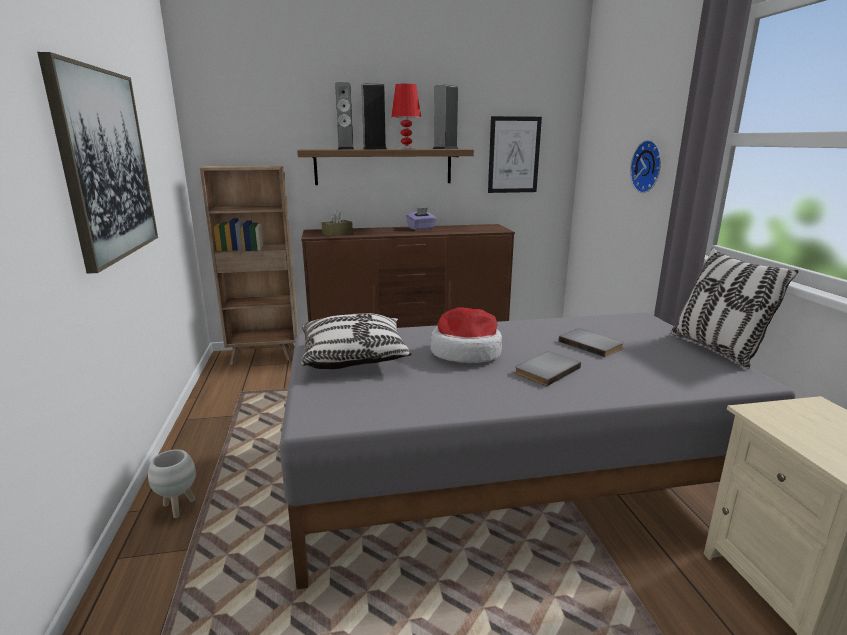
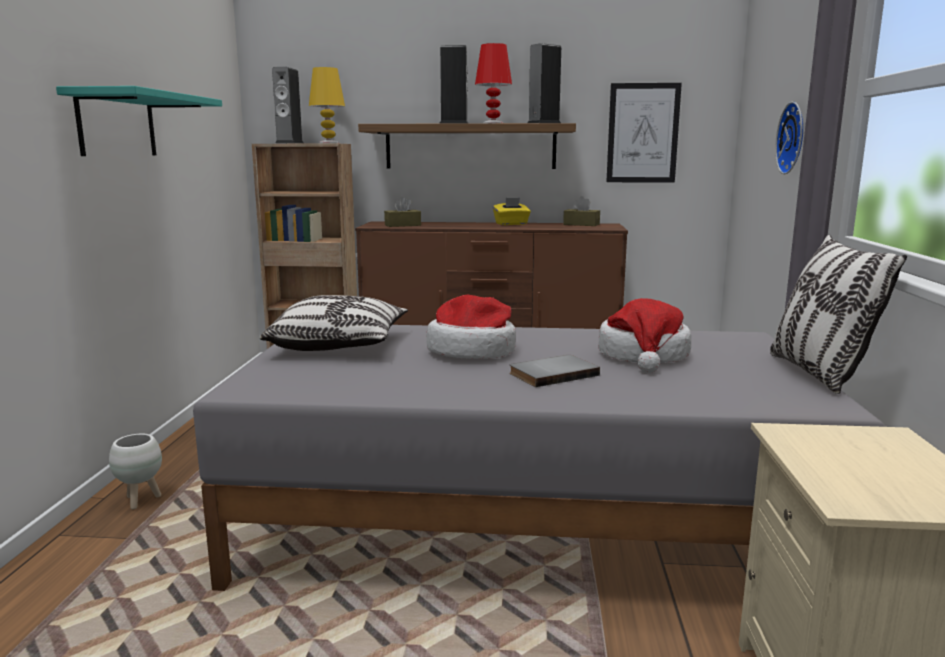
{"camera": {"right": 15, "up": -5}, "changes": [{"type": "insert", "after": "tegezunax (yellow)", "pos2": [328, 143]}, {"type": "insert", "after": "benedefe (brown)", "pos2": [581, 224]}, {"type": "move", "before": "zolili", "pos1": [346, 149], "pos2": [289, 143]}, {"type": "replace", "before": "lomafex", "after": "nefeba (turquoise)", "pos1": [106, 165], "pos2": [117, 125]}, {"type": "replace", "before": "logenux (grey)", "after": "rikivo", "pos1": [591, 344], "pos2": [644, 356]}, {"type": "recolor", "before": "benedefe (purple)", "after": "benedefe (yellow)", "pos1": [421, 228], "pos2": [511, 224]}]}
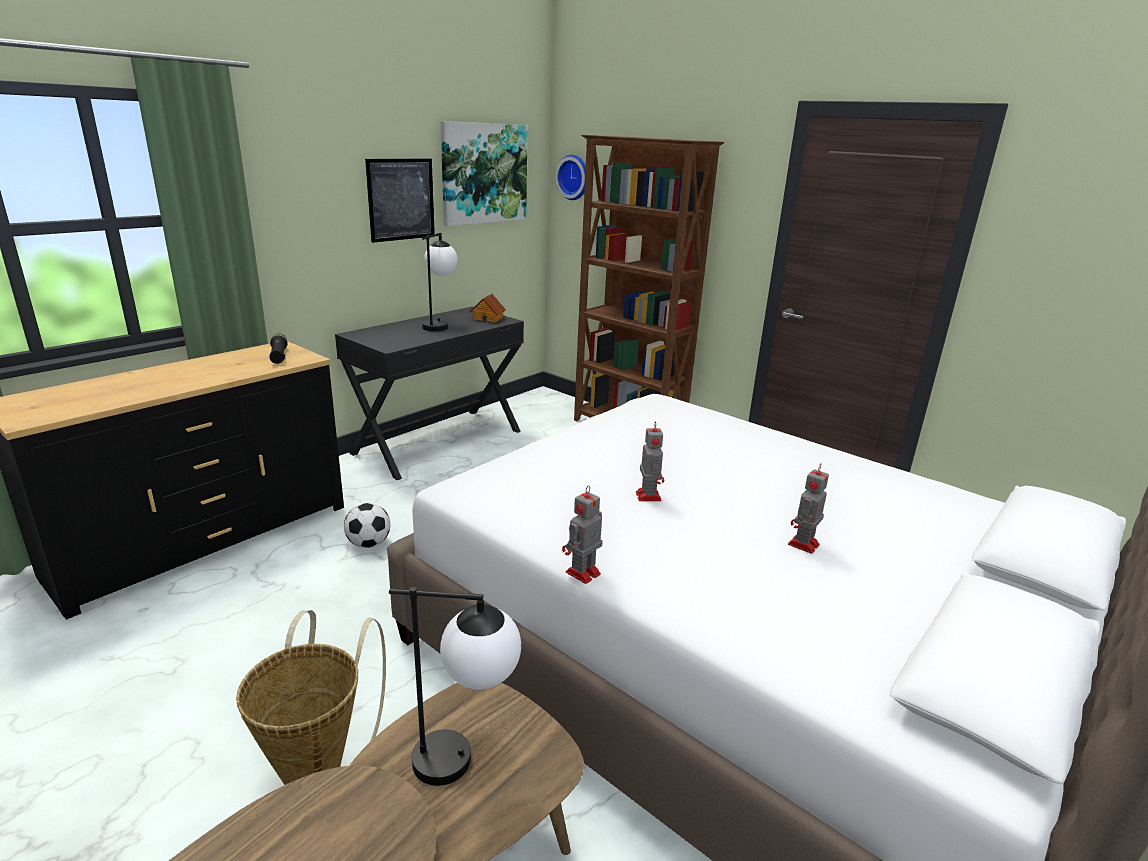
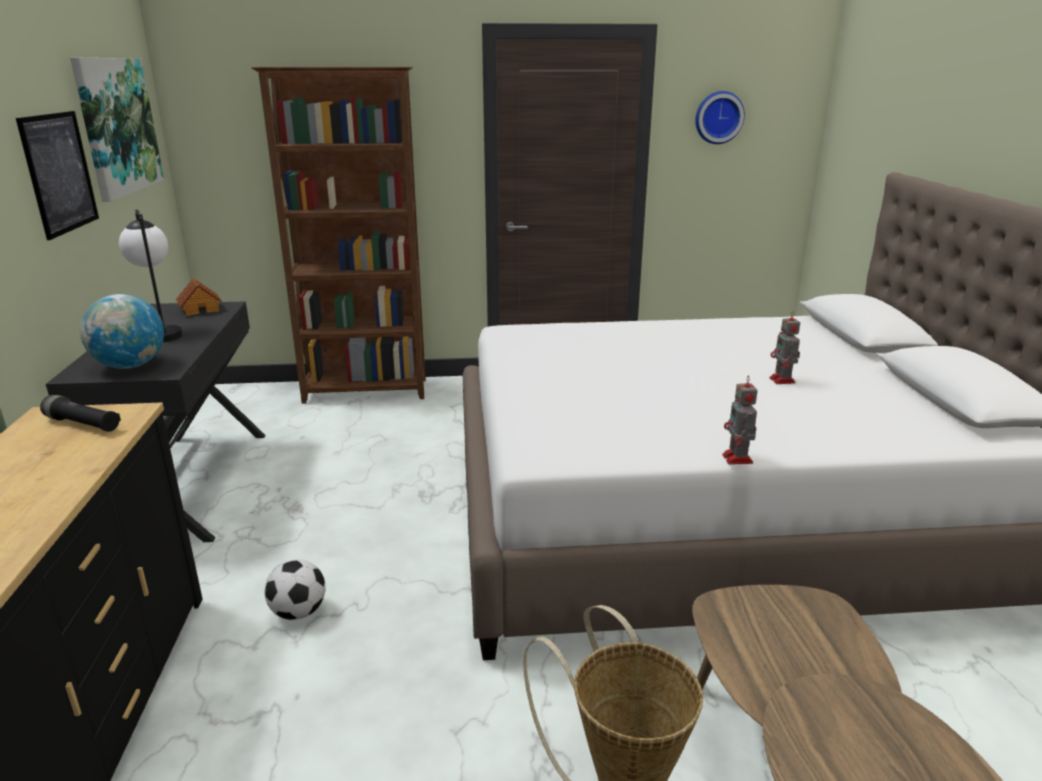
{"camera": {"right": -45, "up": 0}, "changes": [{"type": "delete", "before": "tegezunax", "pos1": [466, 762]}, {"type": "delete", "before": "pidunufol", "pos1": [648, 495]}, {"type": "insert", "after": "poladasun", "pos2": [130, 366]}, {"type": "move", "before": "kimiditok", "pos1": [574, 177], "pos2": [718, 117]}]}
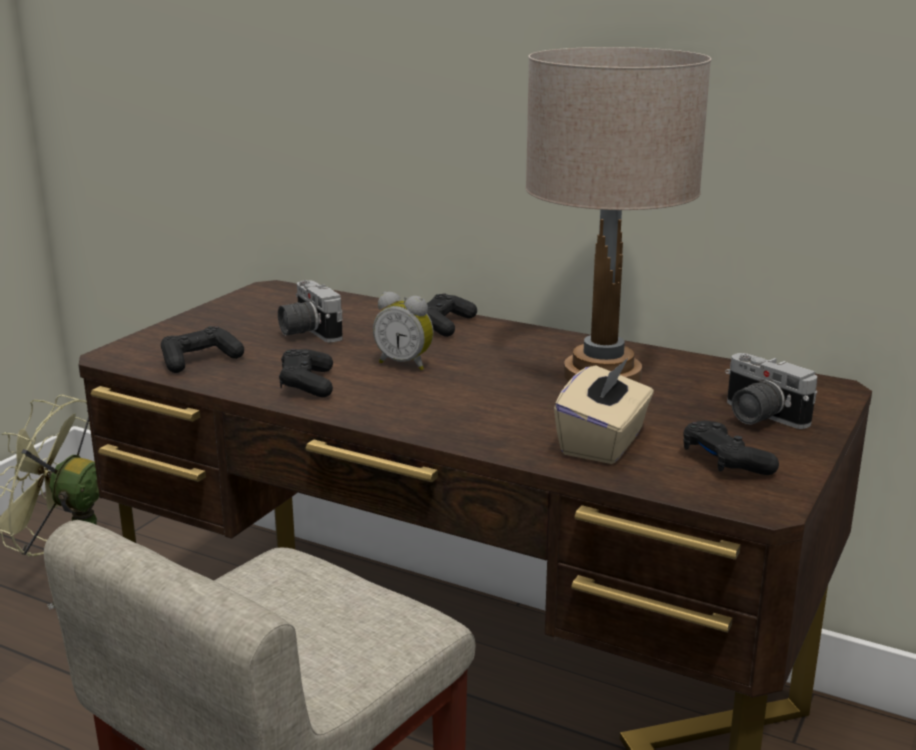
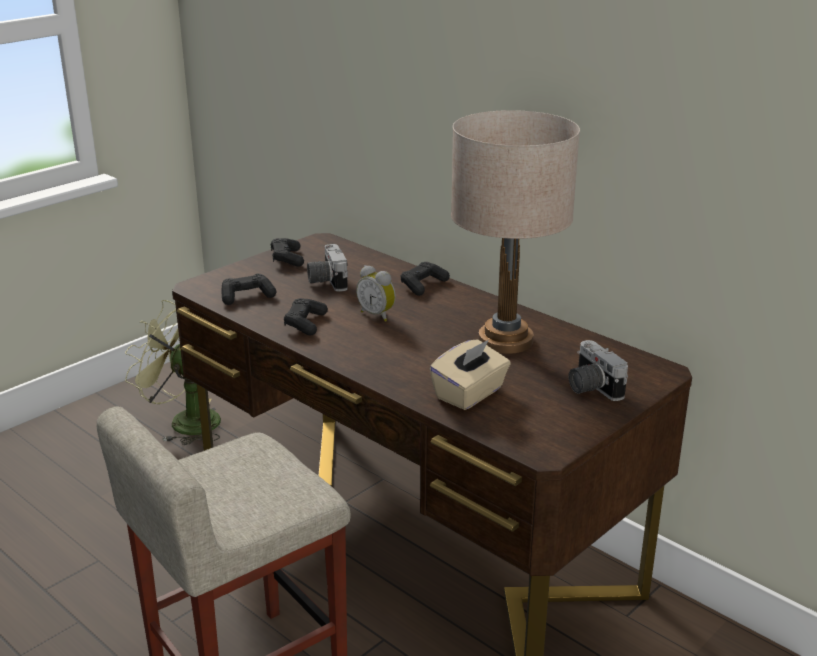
{"camera": {"right": 15, "up": 5}, "changes": [{"type": "move", "before": "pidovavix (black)", "pos1": [725, 461], "pos2": [287, 259]}]}
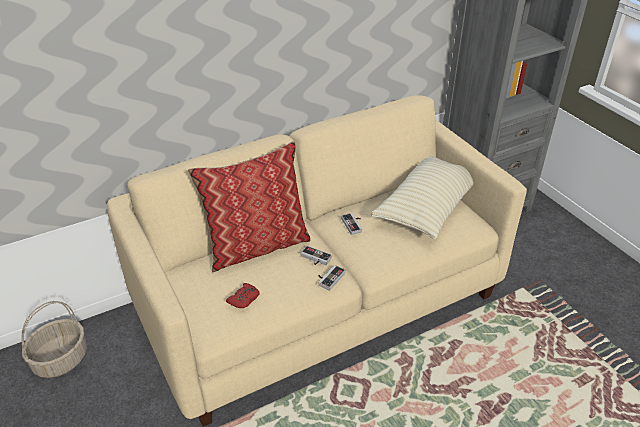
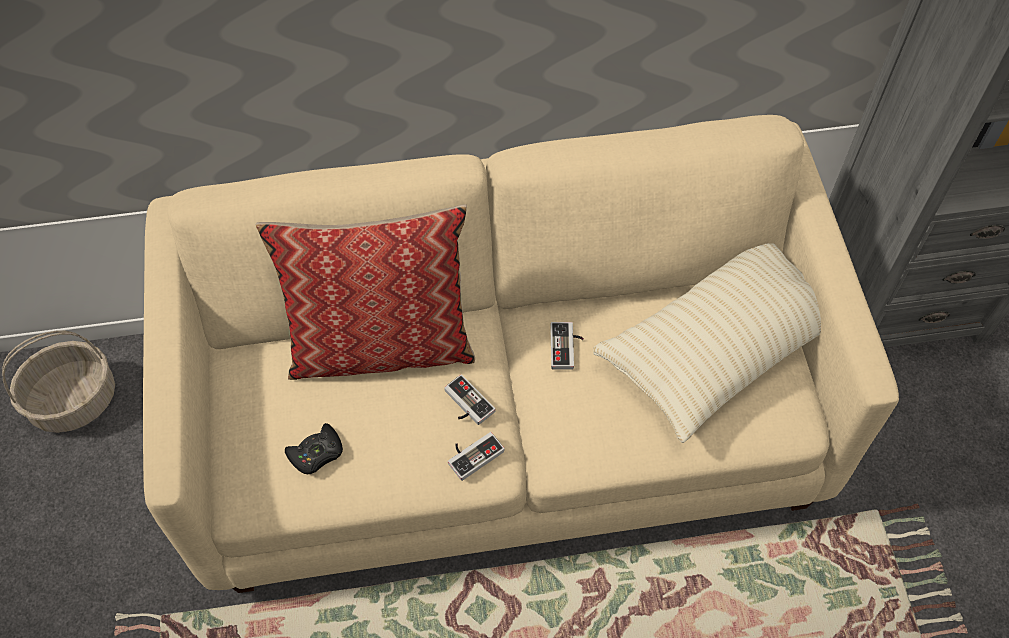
{"camera": {"right": 20, "up": 20}, "changes": [{"type": "recolor", "before": "pidovavix (red)", "after": "pidovavix (black)", "pos1": [244, 299], "pos2": [316, 453]}]}
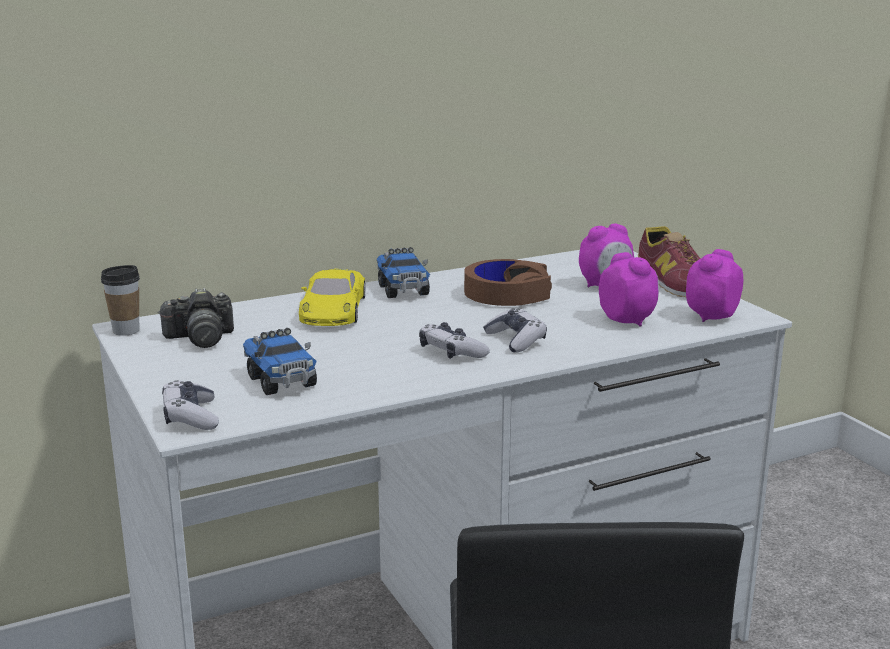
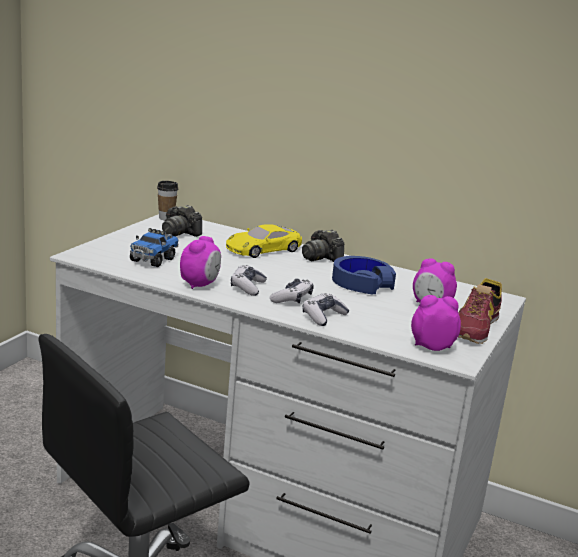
{"camera": {"right": 50, "up": 0}, "changes": [{"type": "move", "before": "pidovavix", "pos1": [191, 417], "pos2": [323, 316]}, {"type": "move", "before": "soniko", "pos1": [627, 320], "pos2": [200, 284]}, {"type": "replace", "before": "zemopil", "after": "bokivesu", "pos1": [403, 290], "pos2": [321, 258]}, {"type": "recolor", "before": "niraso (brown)", "after": "niraso (blue)", "pos1": [507, 295], "pos2": [361, 283]}]}
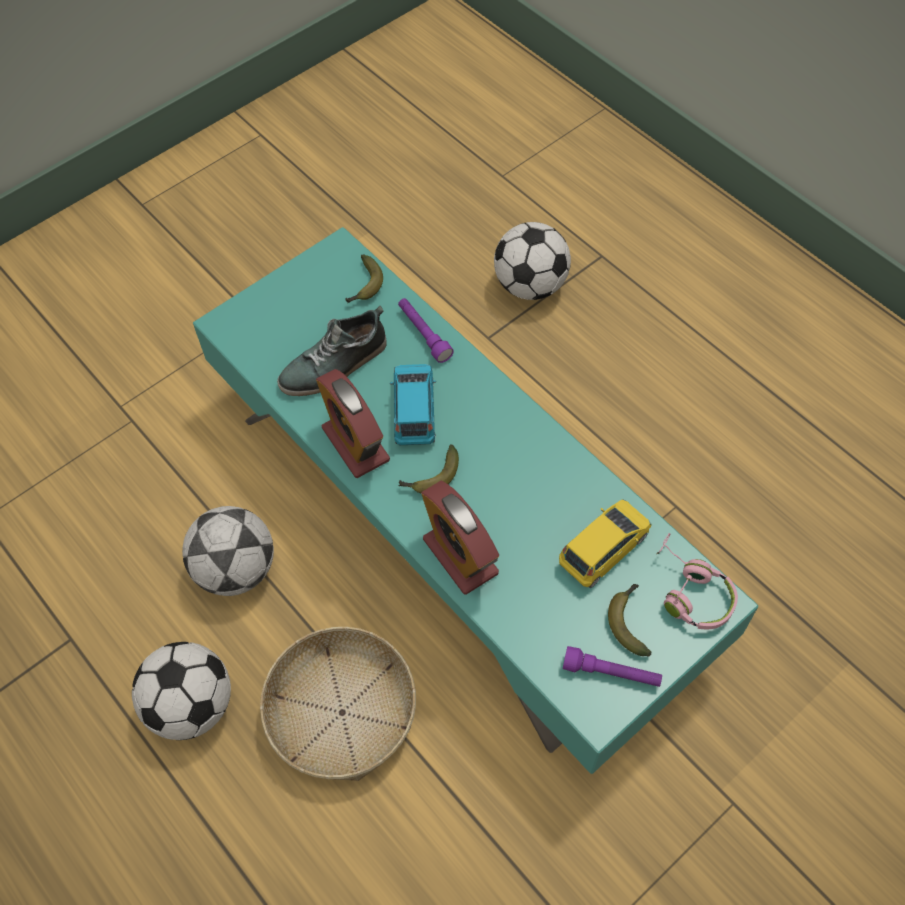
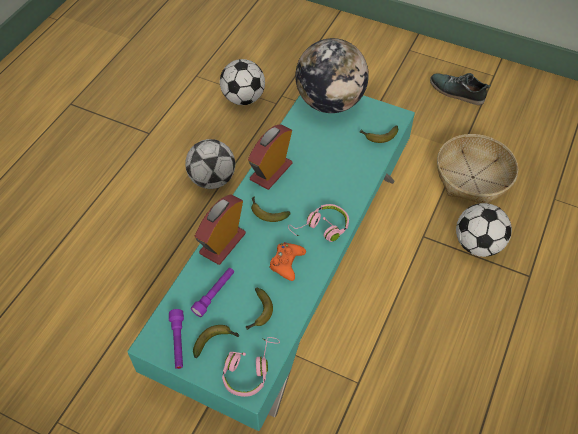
{"camera": {"right": 65, "up": -5}, "changes": [{"type": "delete", "before": "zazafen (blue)", "pos1": [414, 411]}, {"type": "insert", "after": "pidovavix (orange)", "pos2": [286, 263]}, {"type": "insert", "after": "niraso (pink)", "pos2": [321, 228]}, {"type": "insert", "after": "poladasun", "pos2": [330, 102]}, {"type": "move", "before": "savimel", "pos1": [192, 705], "pos2": [243, 98]}, {"type": "move", "before": "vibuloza", "pos1": [342, 712], "pos2": [473, 177]}, {"type": "move", "before": "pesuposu", "pos1": [335, 365], "pos2": [456, 92]}, {"type": "move", "before": "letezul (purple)", "pos1": [424, 334], "pos2": [214, 294]}, {"type": "replace", "before": "zazafen (yellow)", "after": "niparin", "pos1": [603, 549], "pos2": [258, 313]}]}
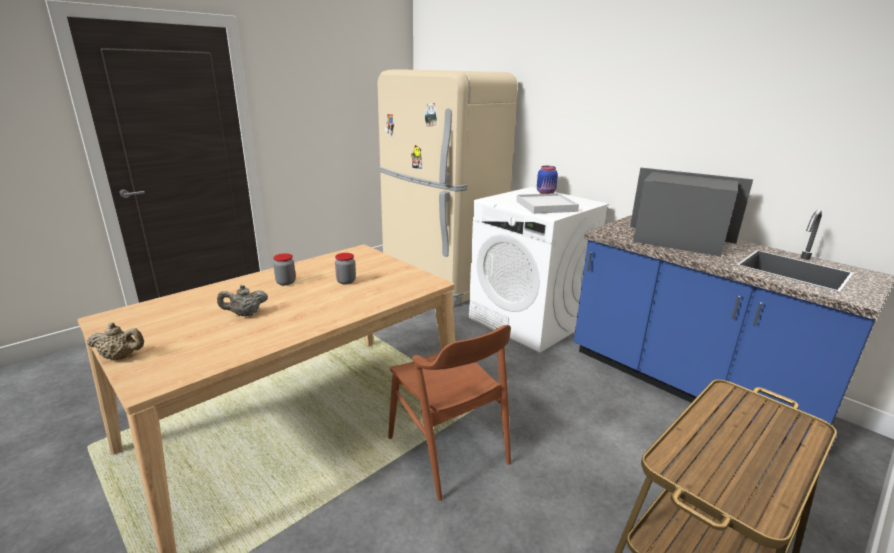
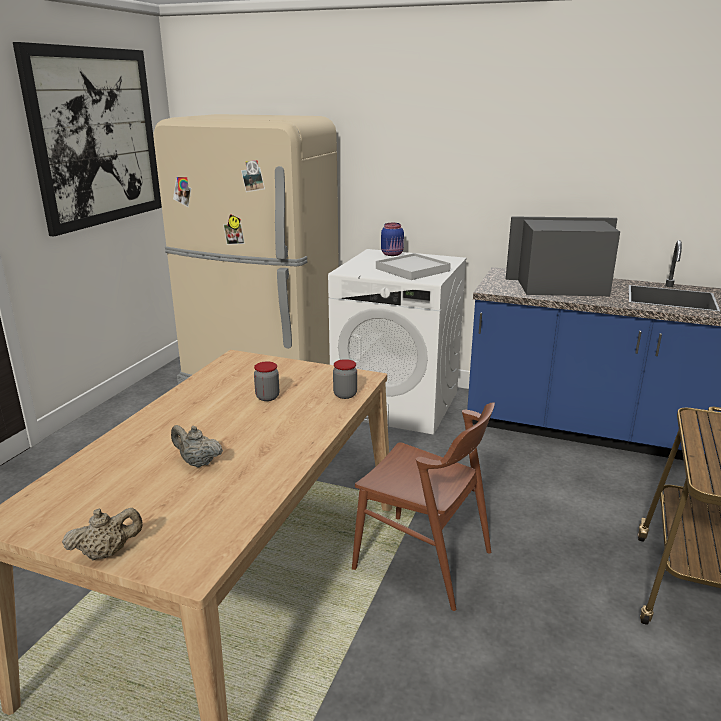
{"camera": {"right": -25, "up": 0}, "changes": [{"type": "insert", "after": "lomafex", "pos2": [96, 137]}, {"type": "move", "before": "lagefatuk", "pos1": [286, 282], "pos2": [345, 395]}, {"type": "rotate", "before": "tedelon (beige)", "pos1": [245, 314], "pos2": [197, 462], "turn": 75}]}
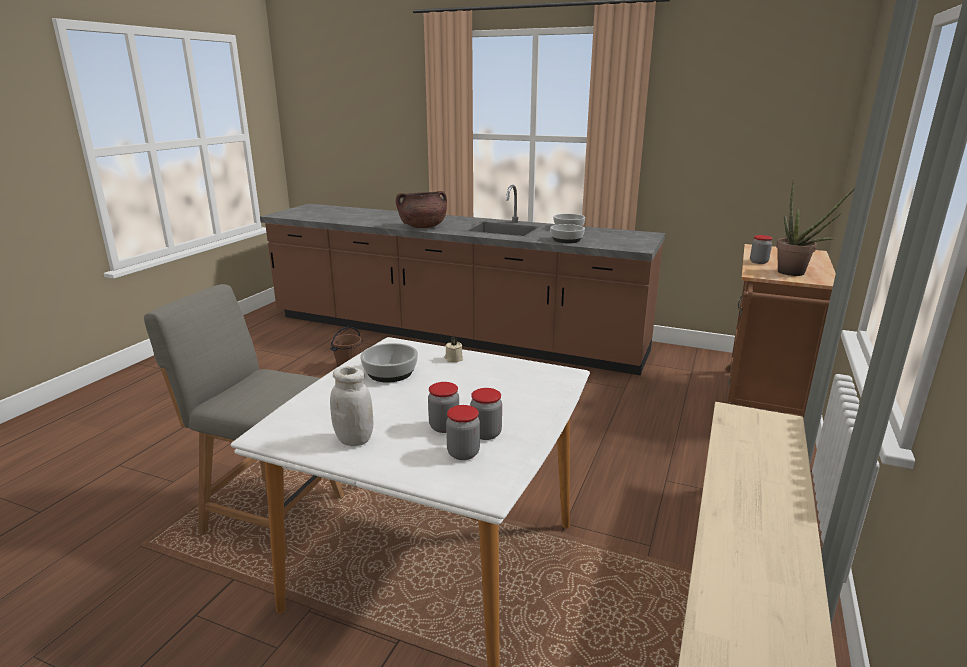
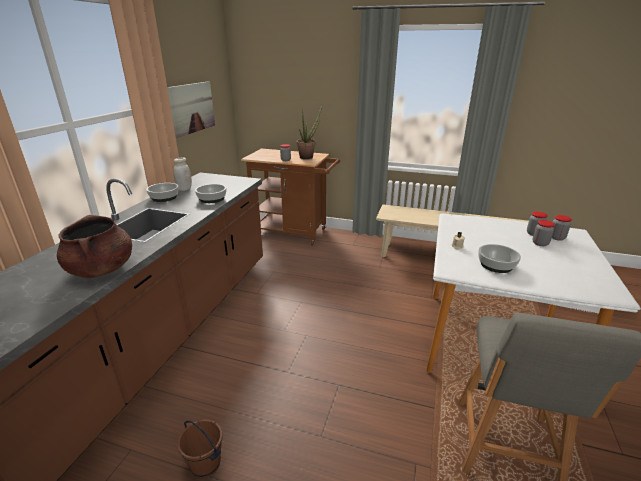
{"camera": {"right": -95, "up": 5}, "changes": [{"type": "insert", "after": "lomafex", "pos2": [192, 108]}, {"type": "move", "before": "lagefatuk (white)", "pos1": [354, 440], "pos2": [184, 189]}]}
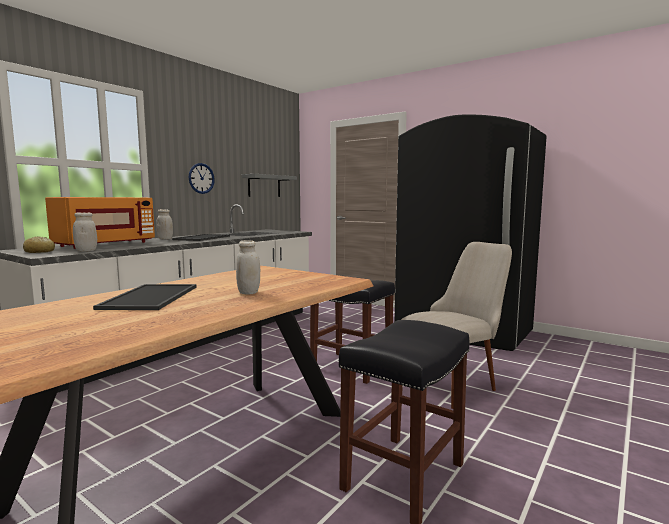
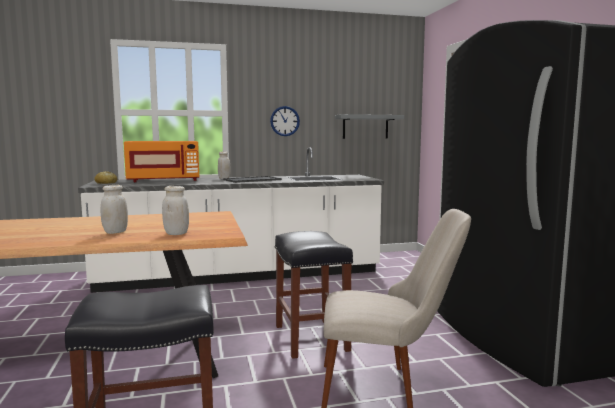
{"camera": {"right": 40, "up": 0}, "changes": [{"type": "delete", "before": "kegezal", "pos1": [152, 297]}, {"type": "move", "before": "lagefatuk (white)", "pos1": [86, 251], "pos2": [176, 233]}]}
